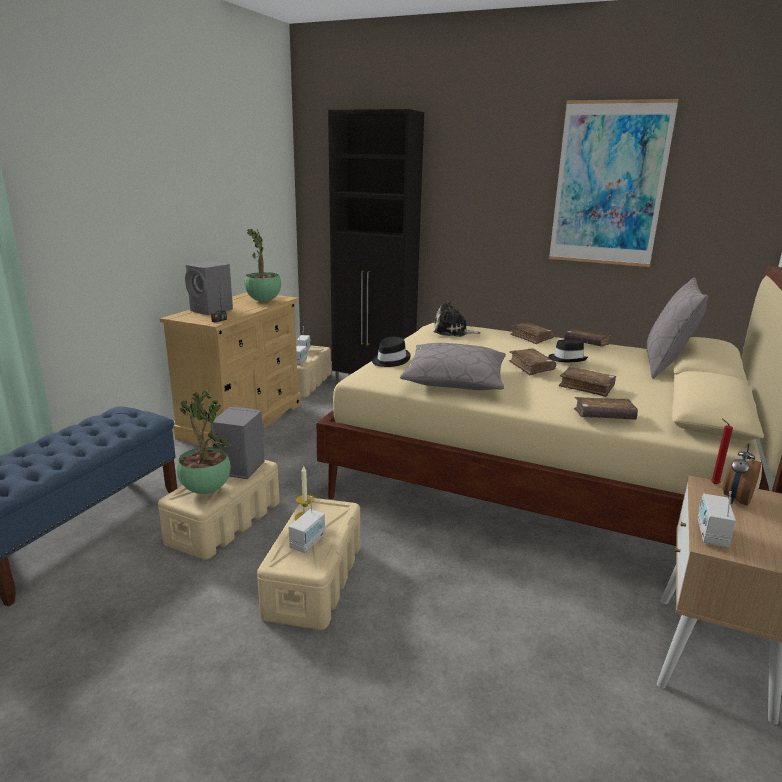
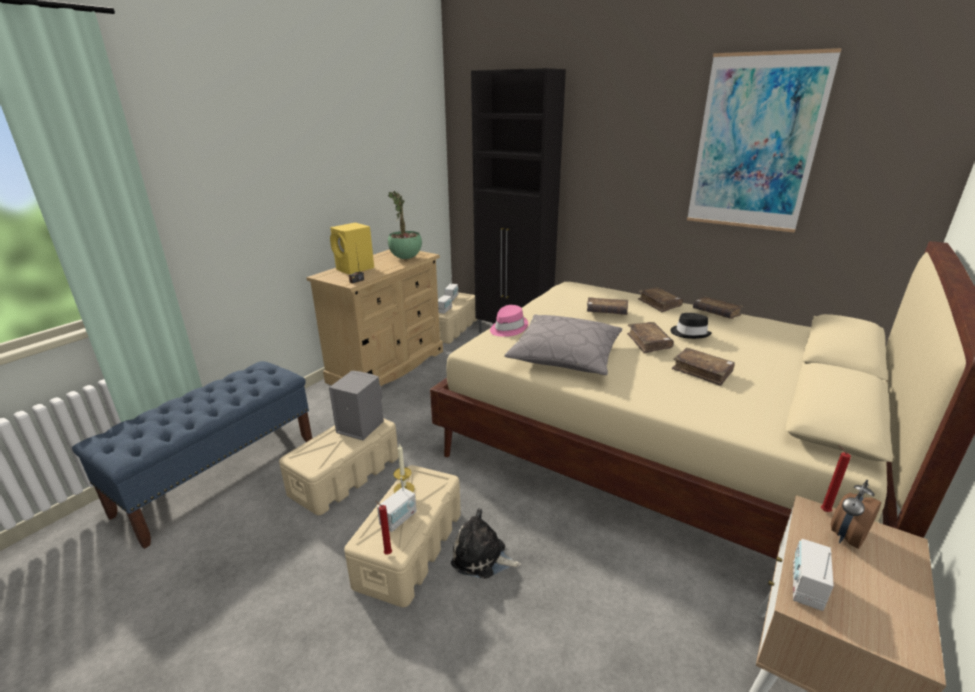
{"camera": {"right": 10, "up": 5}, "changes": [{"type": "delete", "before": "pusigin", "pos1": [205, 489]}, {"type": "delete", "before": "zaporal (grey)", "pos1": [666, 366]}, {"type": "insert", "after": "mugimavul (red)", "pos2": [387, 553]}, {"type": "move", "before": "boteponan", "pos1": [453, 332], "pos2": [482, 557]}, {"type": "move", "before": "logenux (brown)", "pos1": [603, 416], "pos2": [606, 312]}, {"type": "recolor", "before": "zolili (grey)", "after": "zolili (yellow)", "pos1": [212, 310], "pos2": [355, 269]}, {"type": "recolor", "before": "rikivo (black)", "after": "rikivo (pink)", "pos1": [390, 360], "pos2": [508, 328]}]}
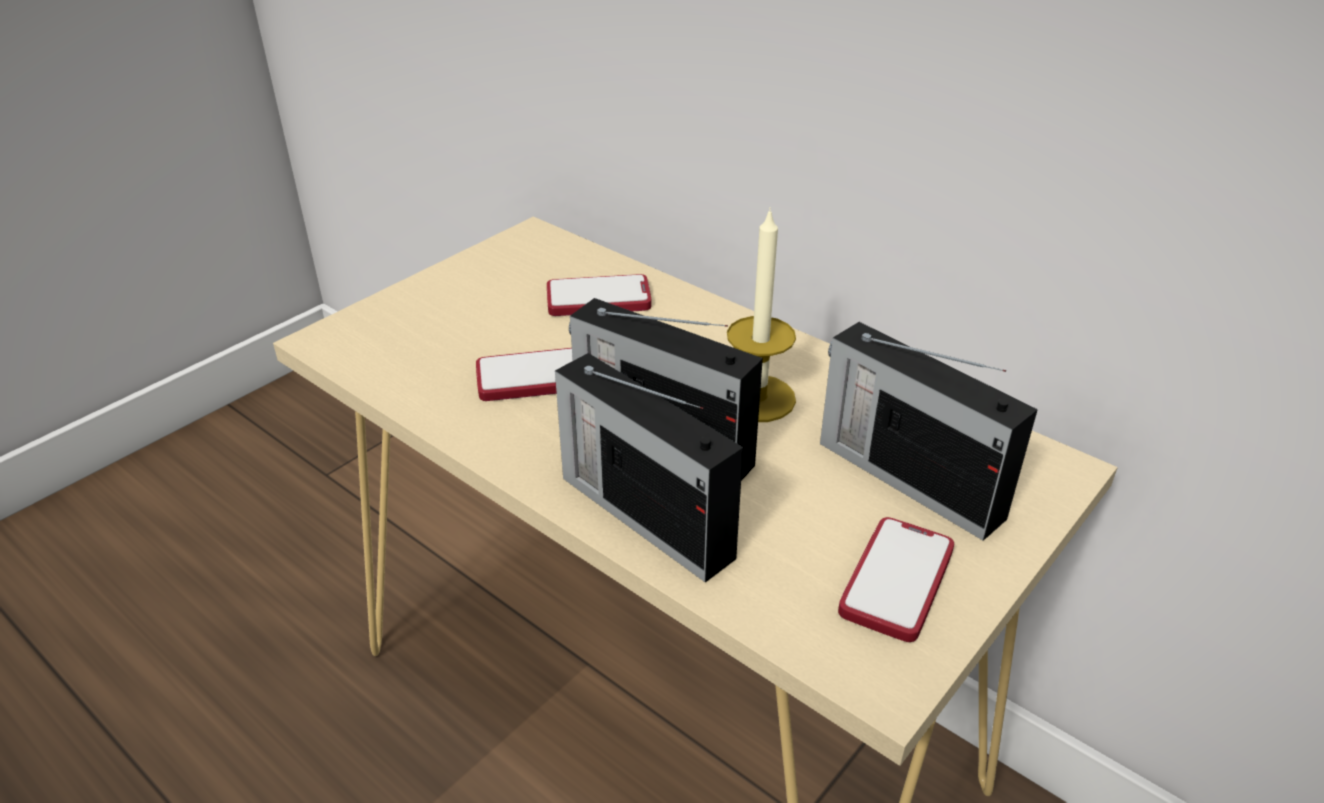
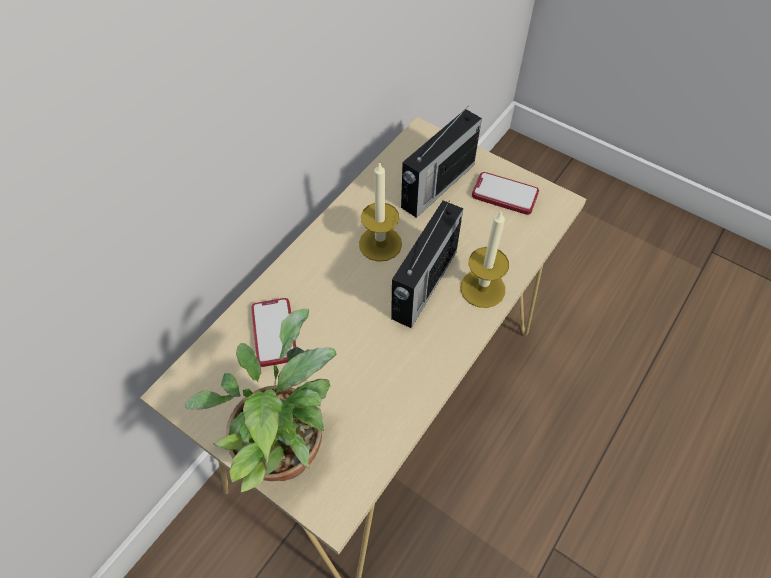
{"camera": {"right": -95, "up": 20}, "changes": [{"type": "delete", "before": "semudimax", "pos1": [535, 377]}, {"type": "insert", "after": "pusigin", "pos2": [283, 445]}, {"type": "replace", "before": "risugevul", "after": "mugimavul", "pos1": [643, 514], "pos2": [482, 288]}]}
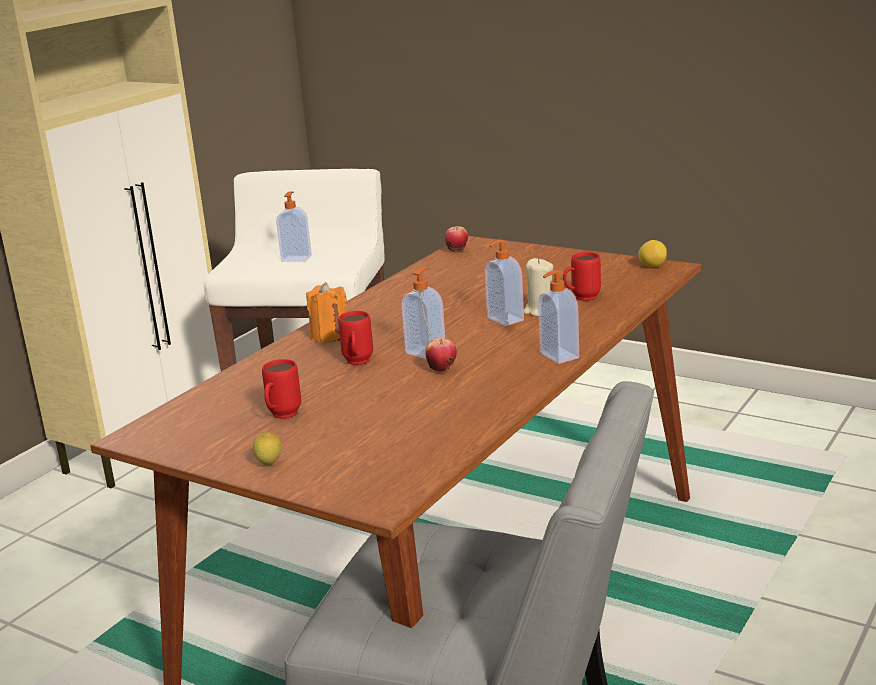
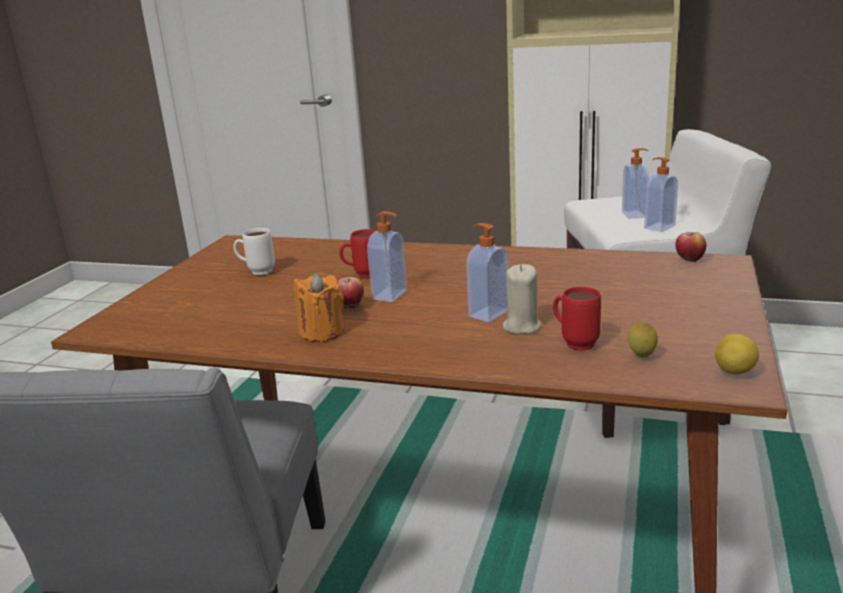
{"camera": {"right": 75, "up": 0}, "changes": [{"type": "move", "before": "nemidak", "pos1": [269, 465], "pos2": [641, 357]}, {"type": "move", "before": "mugimavul (orange)", "pos1": [329, 335], "pos2": [322, 332]}, {"type": "move", "before": "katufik", "pos1": [558, 356], "pos2": [658, 227]}, {"type": "recolor", "before": "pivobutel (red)", "after": "pivobutel (white)", "pos1": [281, 417], "pos2": [256, 272]}]}
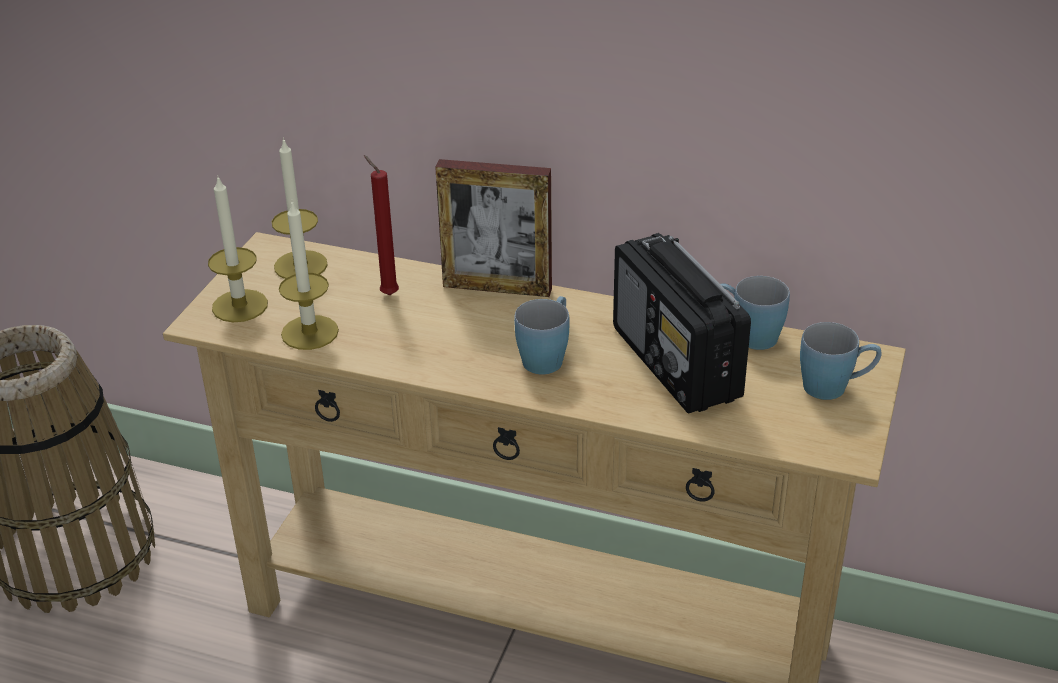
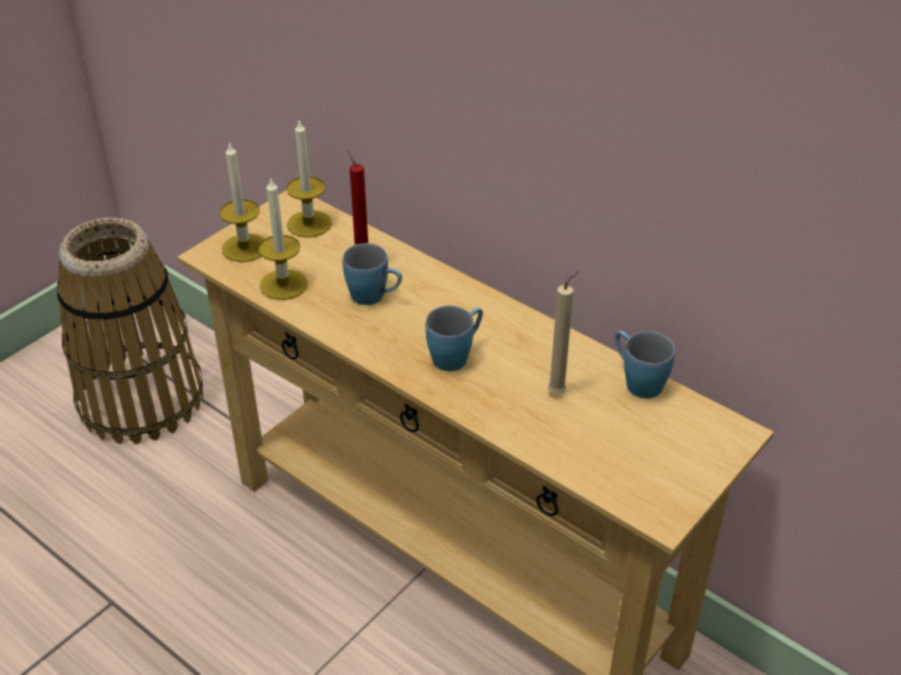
{"camera": {"right": 20, "up": 5}, "changes": [{"type": "delete", "before": "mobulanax", "pos1": [497, 287]}, {"type": "move", "before": "pivobutel (blue)", "pos1": [835, 387], "pos2": [375, 297]}, {"type": "replace", "before": "risugevul", "after": "mugimavul (beige)", "pos1": [676, 364], "pos2": [559, 392]}]}
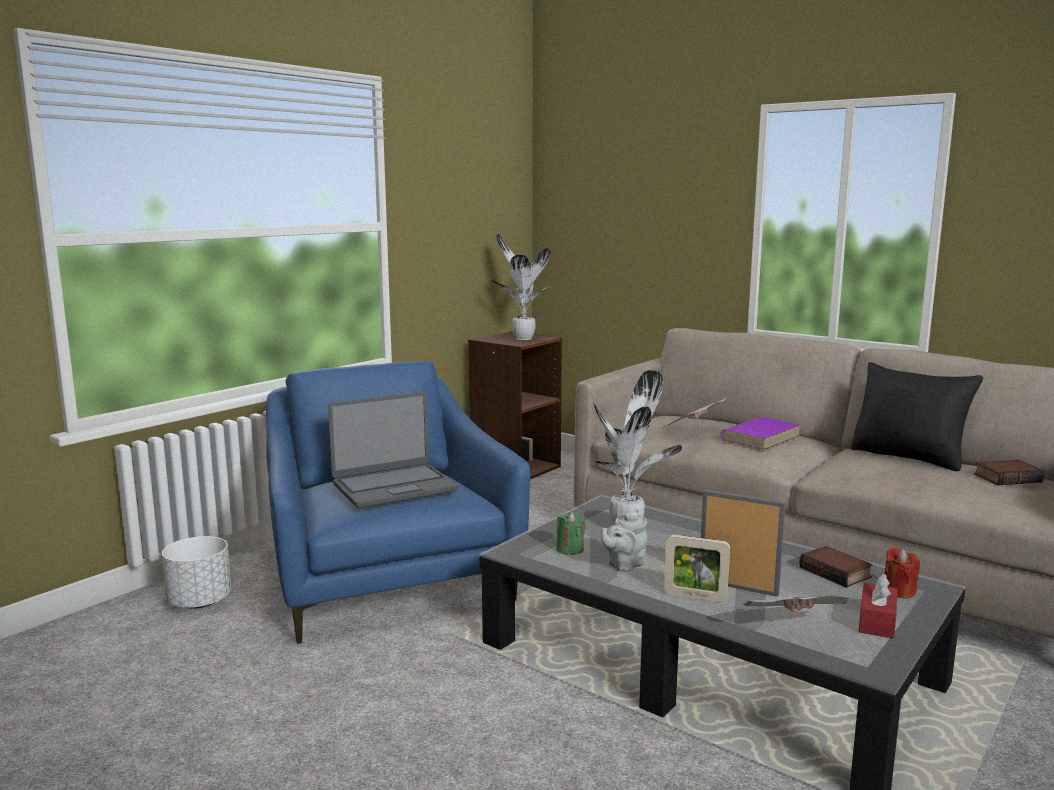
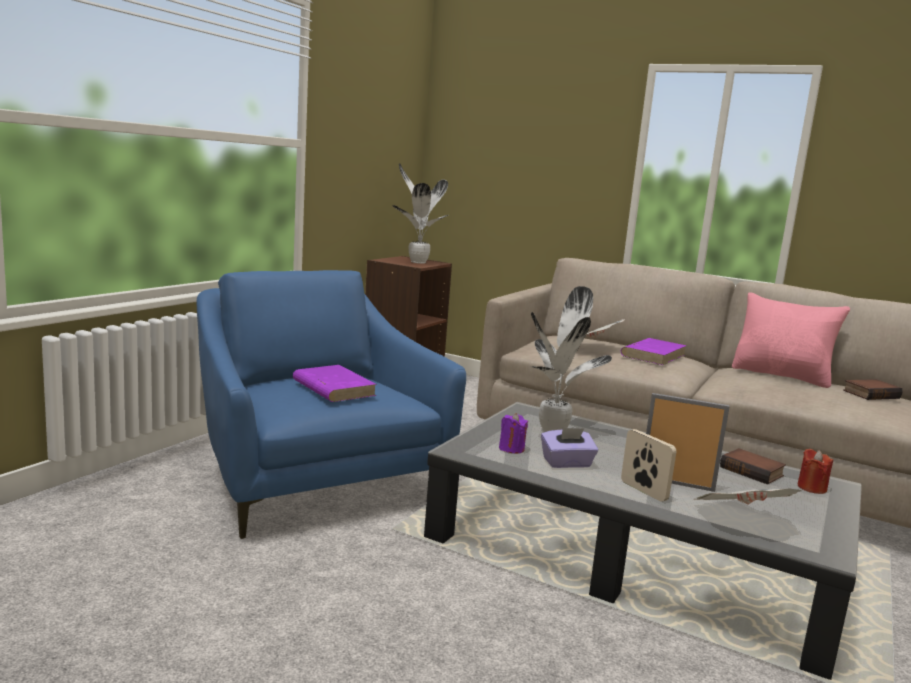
{"camera": {"right": -10, "up": 0}, "changes": [{"type": "delete", "before": "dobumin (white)", "pos1": [200, 602]}, {"type": "delete", "before": "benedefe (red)", "pos1": [876, 621]}, {"type": "replace", "before": "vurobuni", "after": "logenux (purple)", "pos1": [394, 487], "pos2": [333, 388]}, {"type": "replace", "before": "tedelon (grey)", "after": "benedefe (purple)", "pos1": [623, 565], "pos2": [567, 463]}, {"type": "recolor", "before": "mugimavul (green)", "after": "mugimavul (purple)", "pos1": [570, 549], "pos2": [511, 448]}, {"type": "recolor", "before": "zaporal (black)", "after": "zaporal (pink)", "pos1": [908, 457], "pos2": [781, 376]}, {"type": "rotate", "before": "mobulanax", "pos1": [695, 596], "pos2": [643, 491], "turn": -135}]}
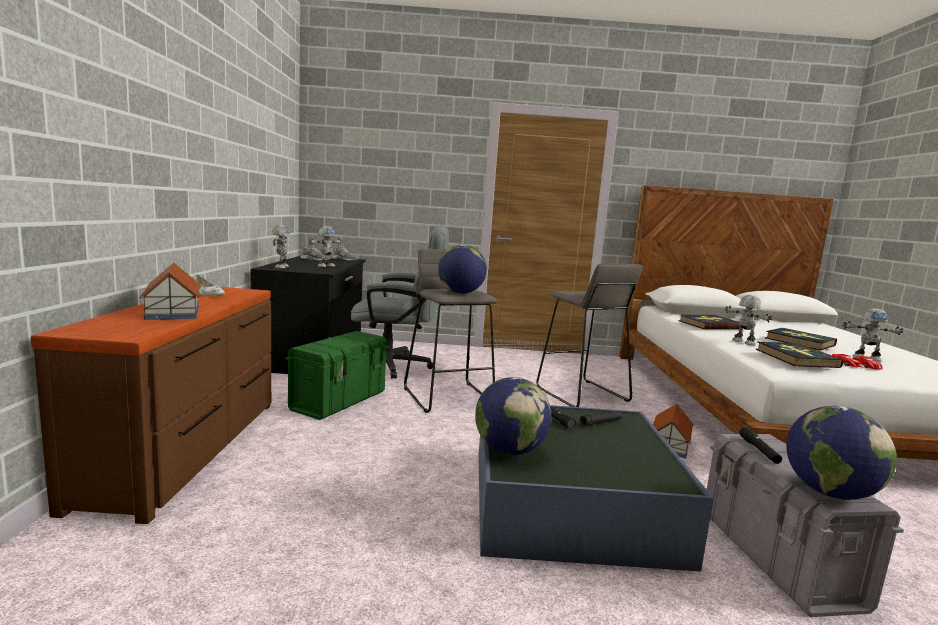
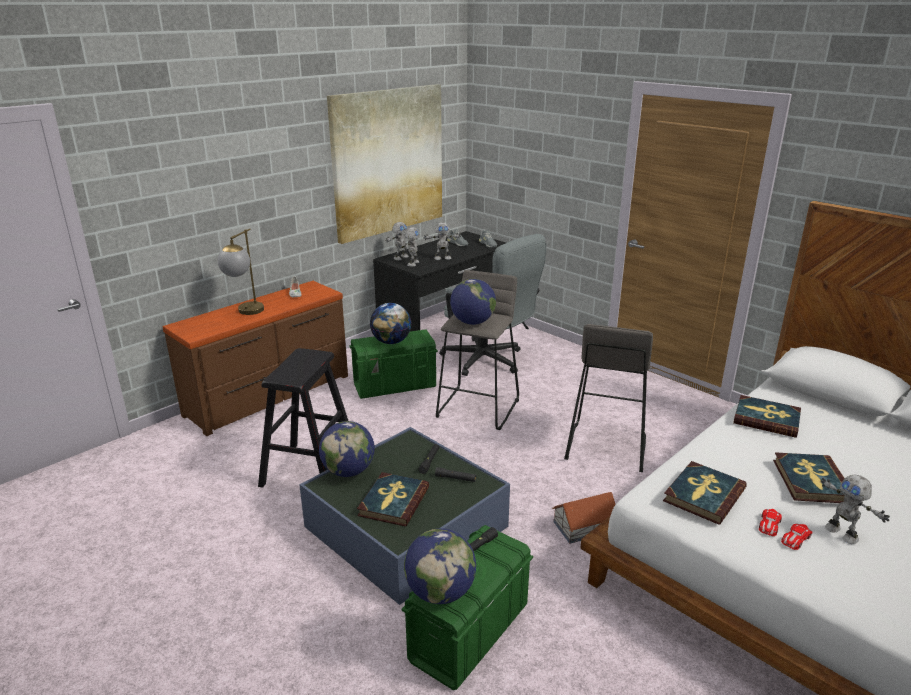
{"camera": {"right": 45, "up": 15}, "changes": [{"type": "insert", "after": "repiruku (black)", "pos2": [310, 470]}, {"type": "insert", "after": "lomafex", "pos2": [388, 161]}, {"type": "insert", "after": "logenux", "pos2": [393, 501]}, {"type": "insert", "after": "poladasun", "pos2": [391, 342]}, {"type": "move", "before": "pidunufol", "pos1": [743, 342], "pos2": [412, 263]}, {"type": "replace", "before": "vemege", "after": "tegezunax", "pos1": [174, 311], "pos2": [246, 313]}, {"type": "recolor", "before": "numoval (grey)", "after": "numoval (green)", "pos1": [778, 558], "pos2": [468, 633]}]}
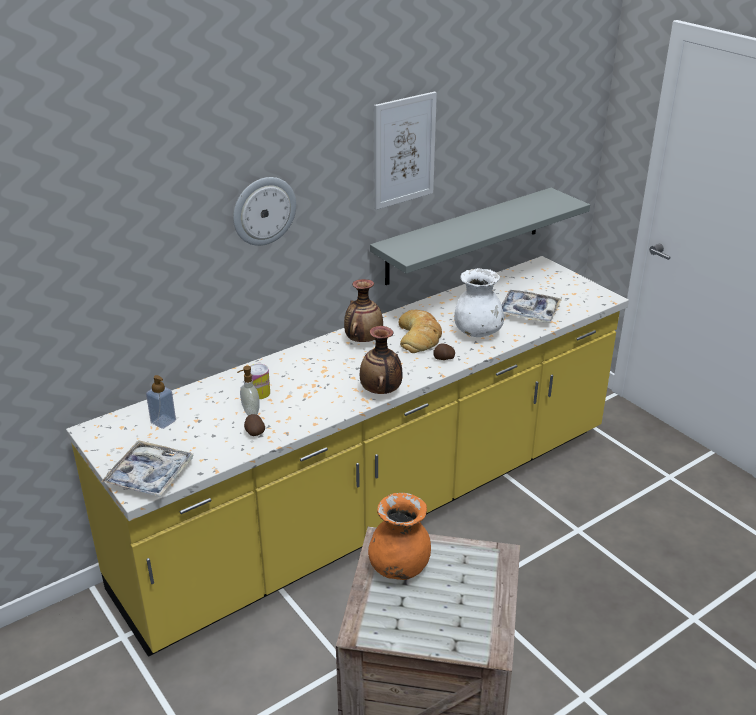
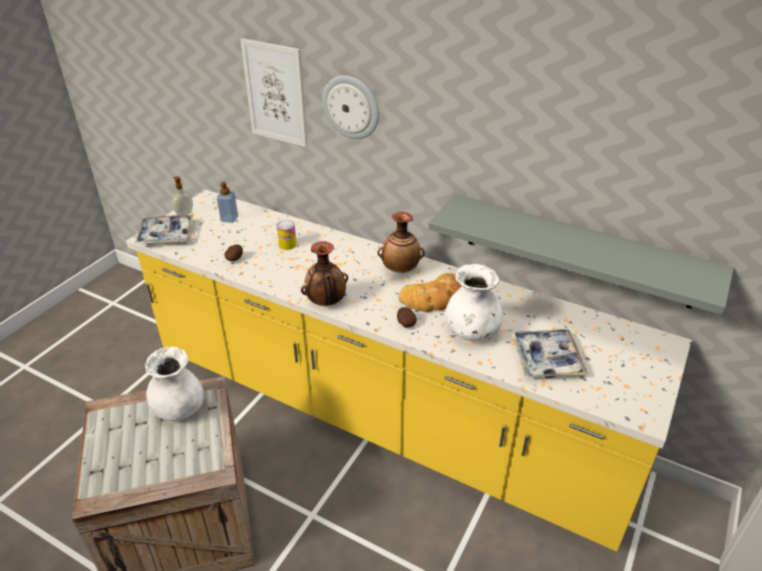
{"camera": {"right": 65, "up": 5}, "changes": [{"type": "move", "before": "katufik", "pos1": [250, 412], "pos2": [184, 213]}, {"type": "move", "before": "lomafex", "pos1": [404, 150], "pos2": [275, 93]}, {"type": "recolor", "before": "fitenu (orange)", "after": "fitenu (white)", "pos1": [399, 568], "pos2": [179, 409]}]}
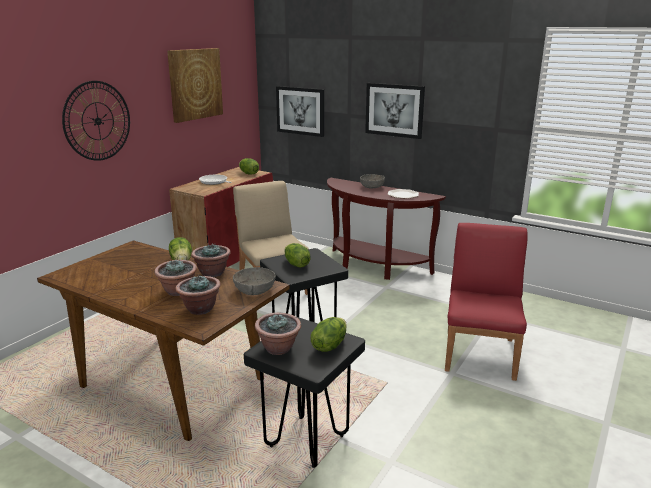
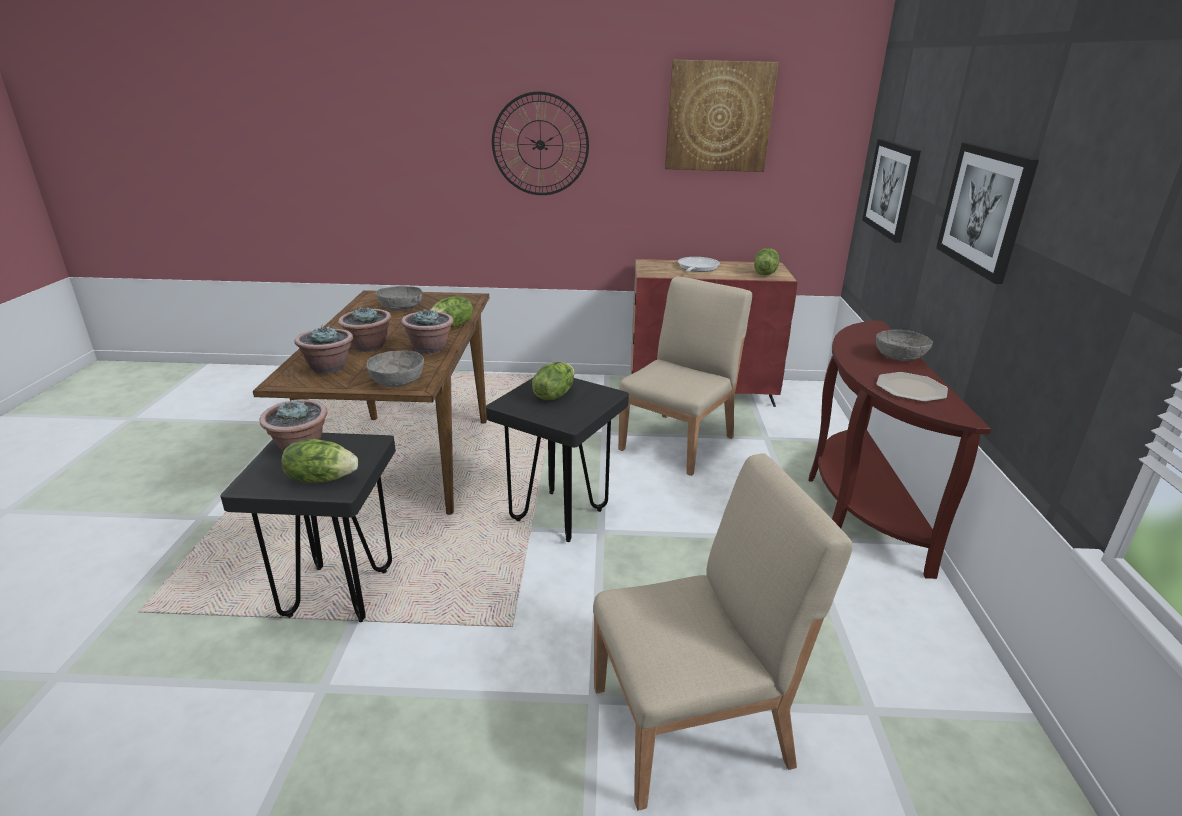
{"camera": {"right": 60, "up": 5}, "changes": [{"type": "insert", "after": "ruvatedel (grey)", "pos2": [401, 308]}, {"type": "recolor", "before": "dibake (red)", "after": "dibake (beige)", "pos1": [480, 353], "pos2": [693, 725]}]}
